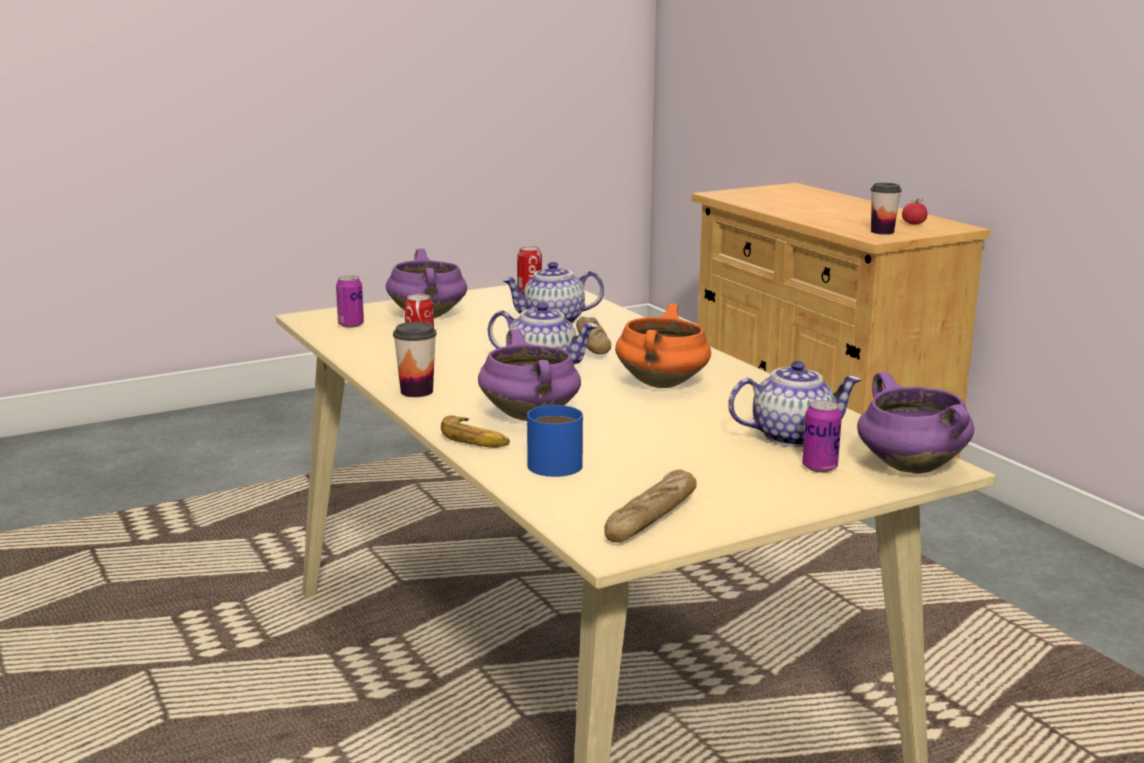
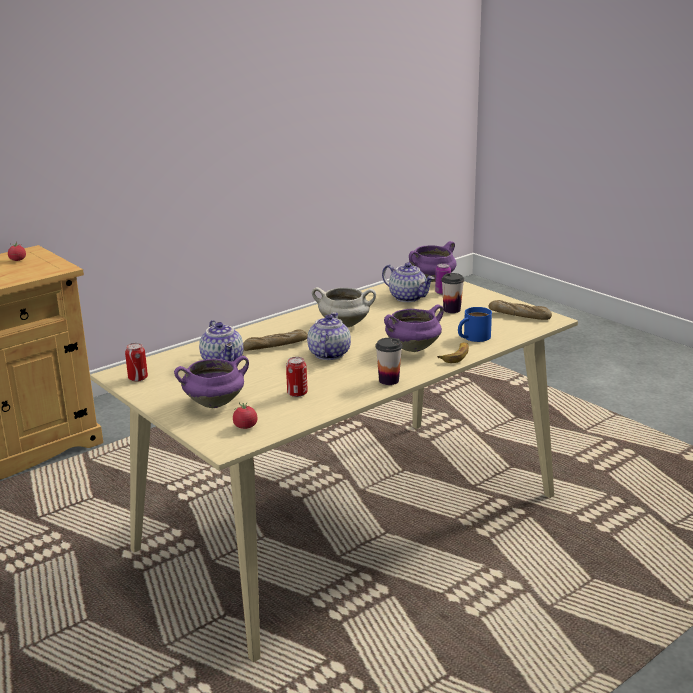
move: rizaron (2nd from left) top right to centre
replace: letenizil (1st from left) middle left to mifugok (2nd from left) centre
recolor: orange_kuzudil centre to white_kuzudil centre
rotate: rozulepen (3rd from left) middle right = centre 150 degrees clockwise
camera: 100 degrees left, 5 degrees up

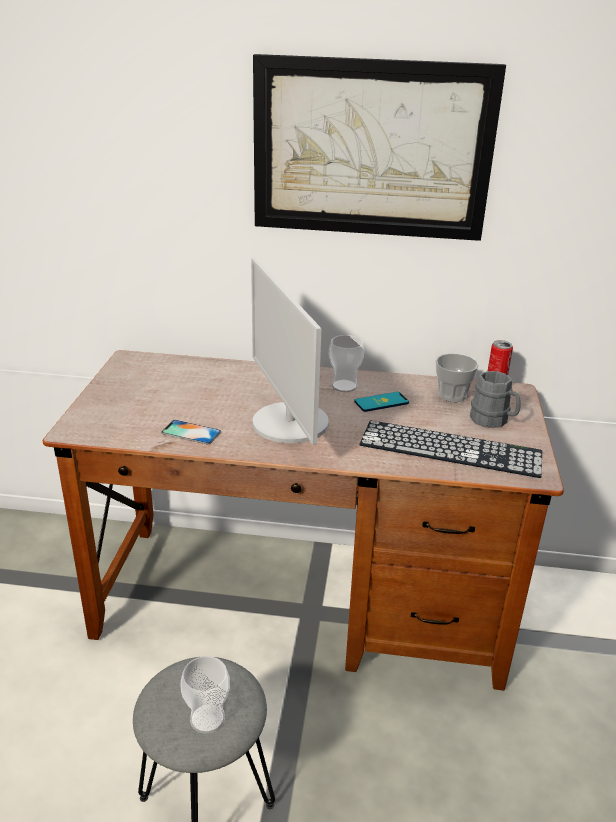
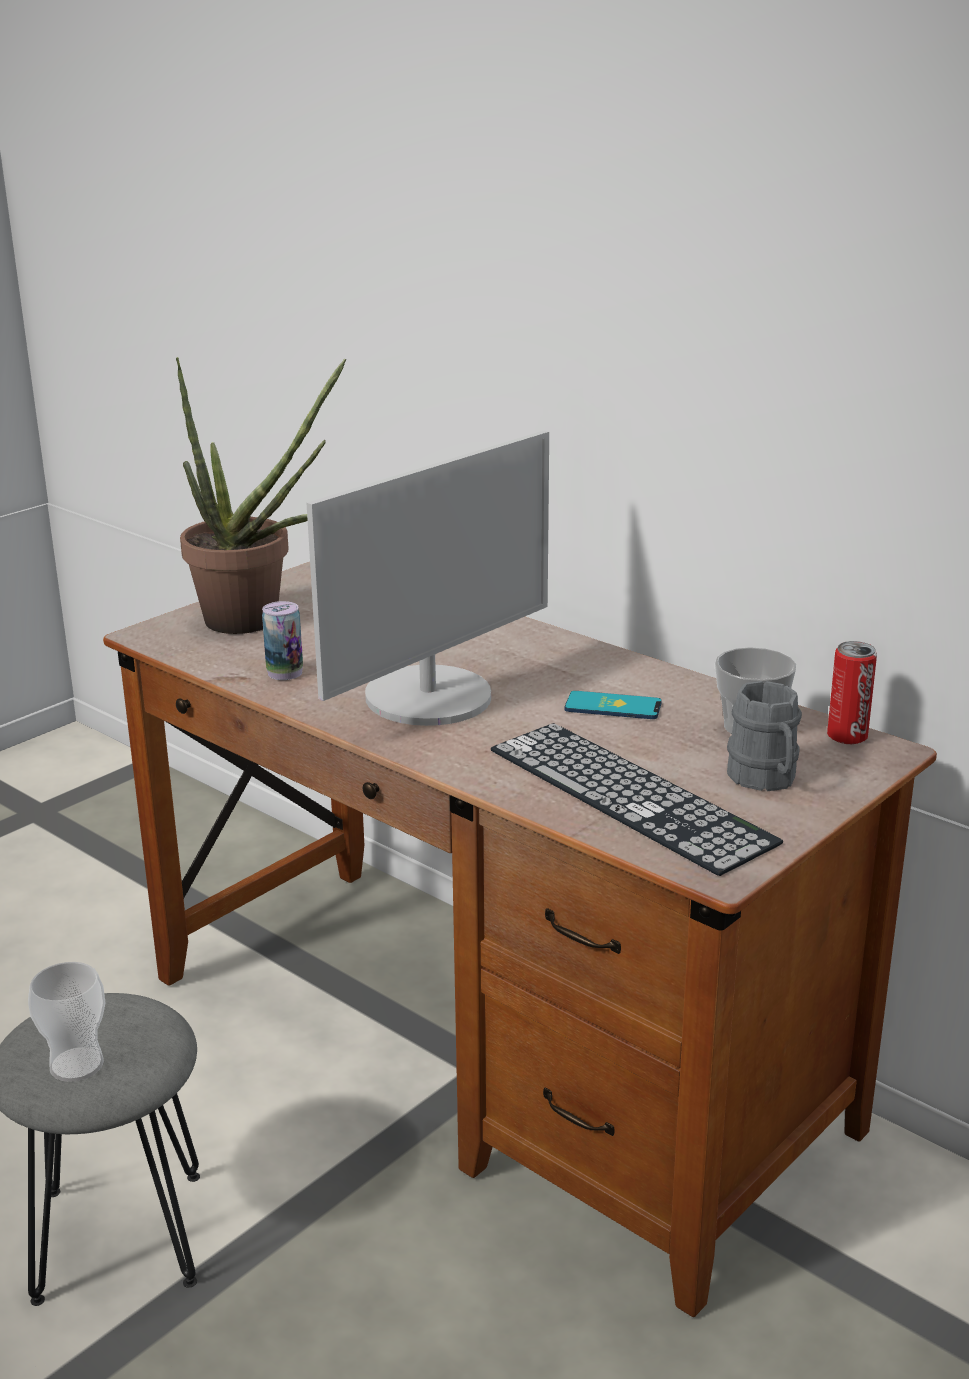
delete: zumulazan top centre; rizaron (2nd from left) centre
insert: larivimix middle left
replace: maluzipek (1st from left) middle left to letenizil (1st from left) middle left
rotate: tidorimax centre = centre 150 degrees counterclockwise
camera: 35 degrees right, 5 degrees down

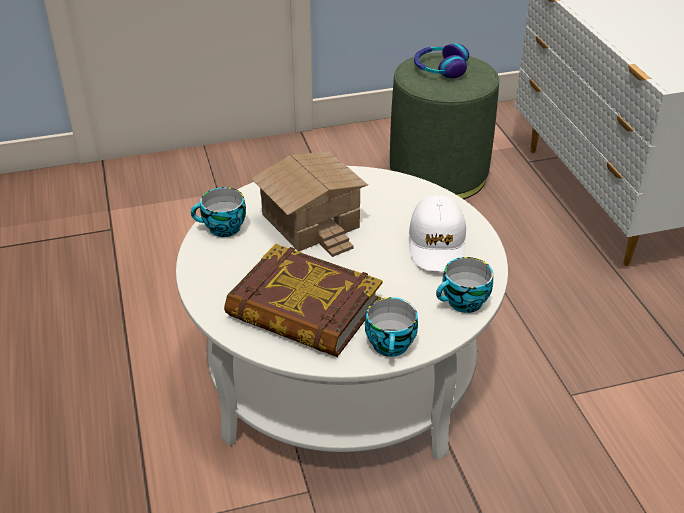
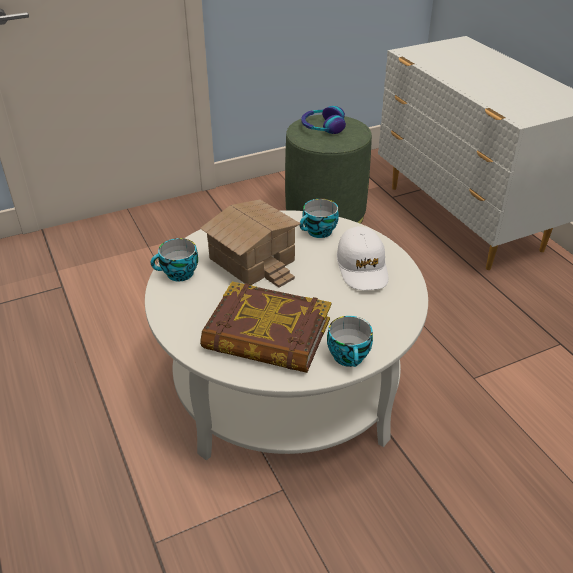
move: rizaron (3rd from left in the first image) middle right to rizaron (2nd from left) centre
camera: 10 degrees left, 0 degrees up

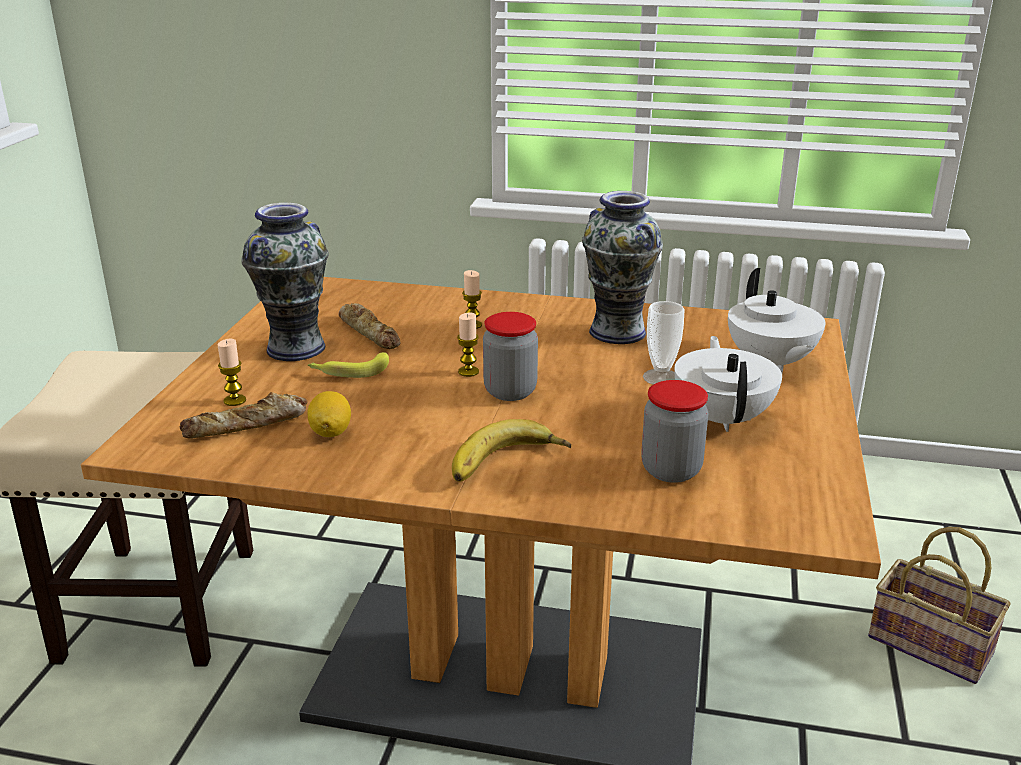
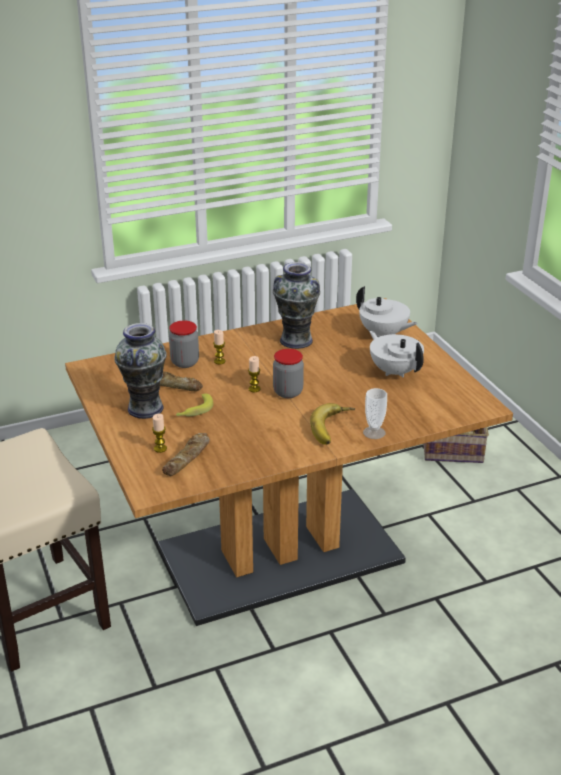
delete: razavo middle left
move: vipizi (2nd from left in the first image) centre to vipizi (1st from left) middle left; rizaron centre to middle right
camera: 35 degrees left, 5 degrees up

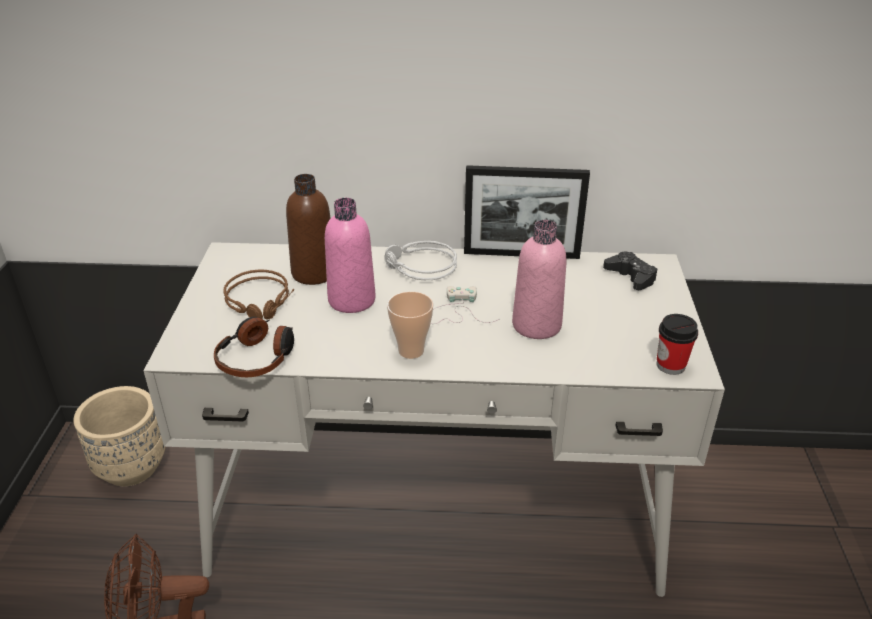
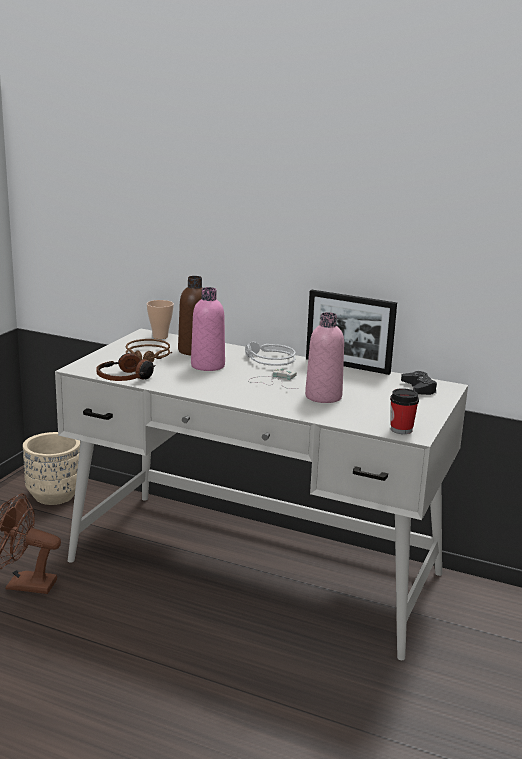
move: rizaron (1st from left) centre to middle left
camera: 20 degrees right, 15 degrees down

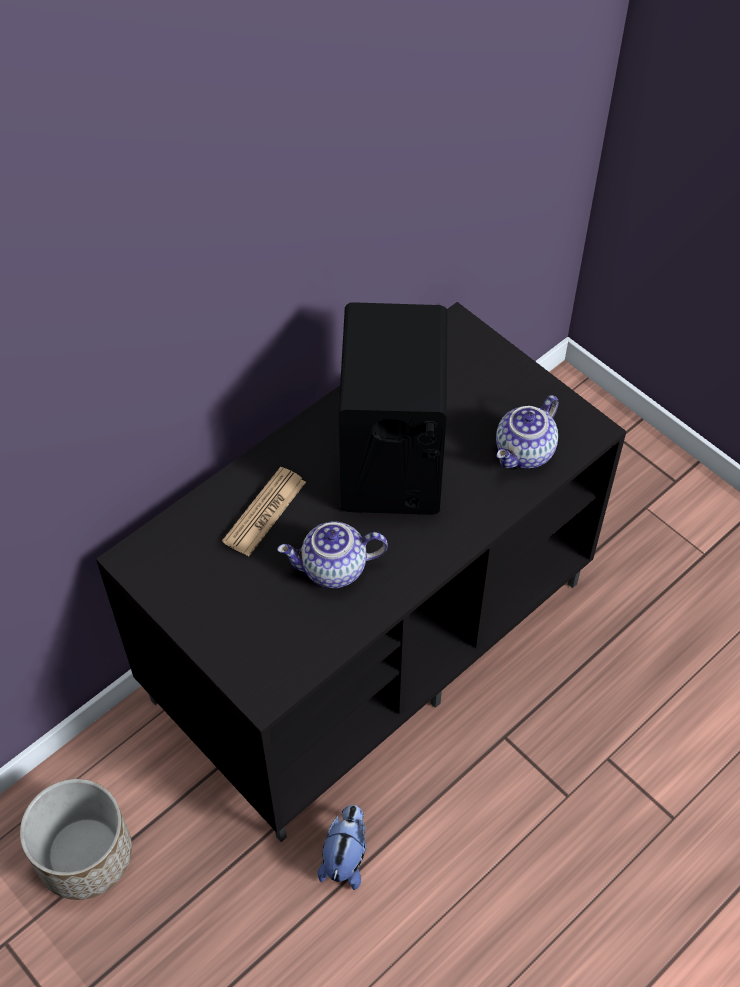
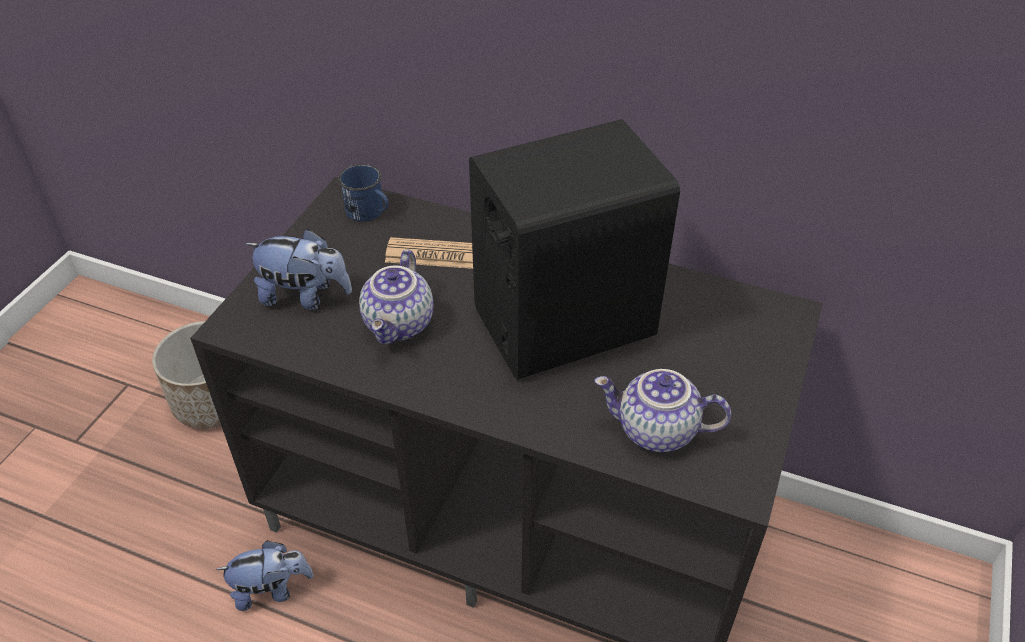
insert: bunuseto (2nd from left) middle left; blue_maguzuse top centre
rotate: rozulepen (1st from left) centre = centre 135 degrees counterclockwise
camera: 65 degrees right, 10 degrees down

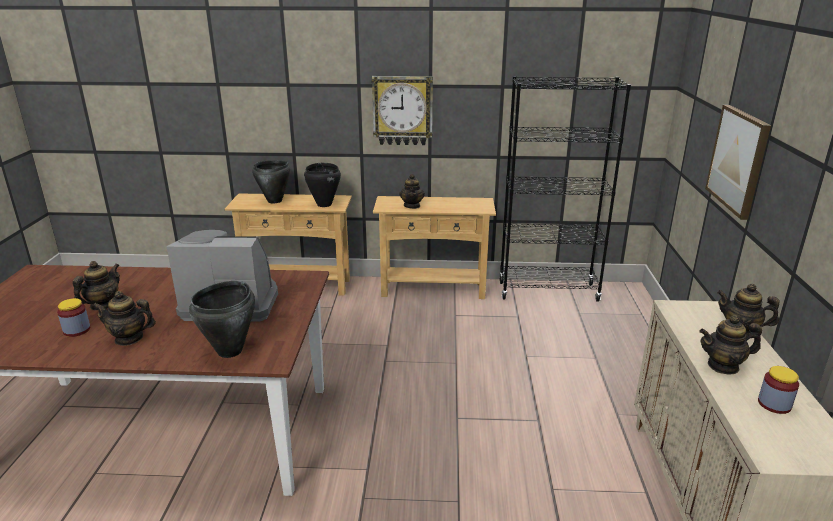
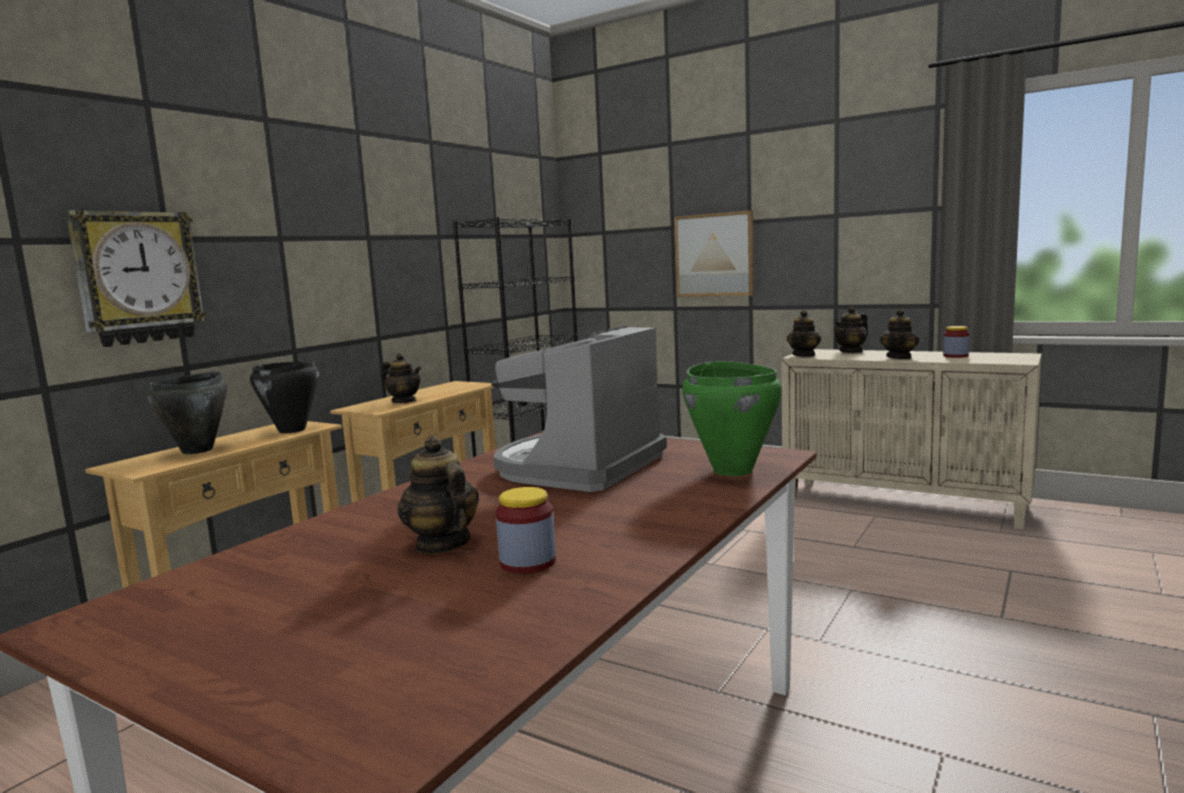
move: rozulepen (2nd from left in the first image) middle left to rozulepen (3rd from left) middle right; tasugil top centre to middle left
recolor: black_kuzudil (1st from left) middle left to green_kuzudil centre
camera: 60 degrees left, 15 degrees down

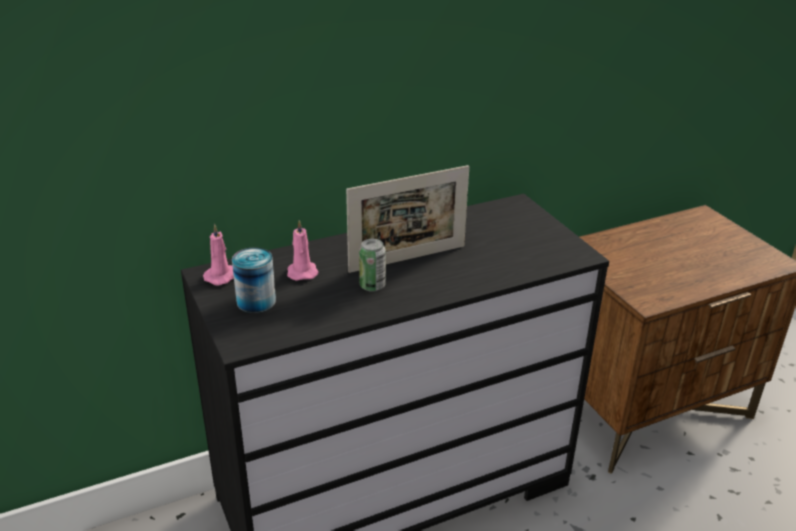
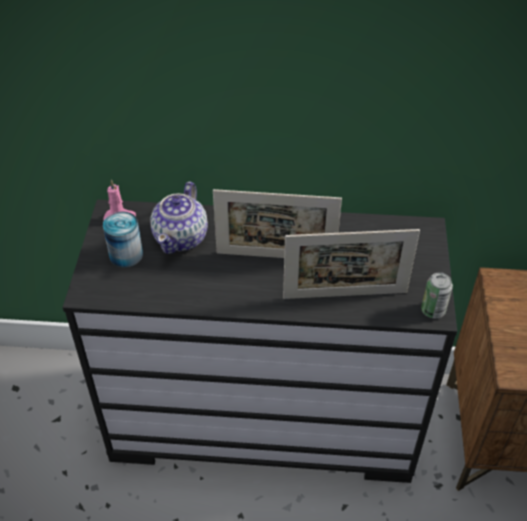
insert: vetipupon (2nd from left) centre
move: letenizil (2nd from left) centre to middle right
replace: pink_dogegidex (2nd from left) centre to rozulepen centre
camera: 30 degrees right, 15 degrees up

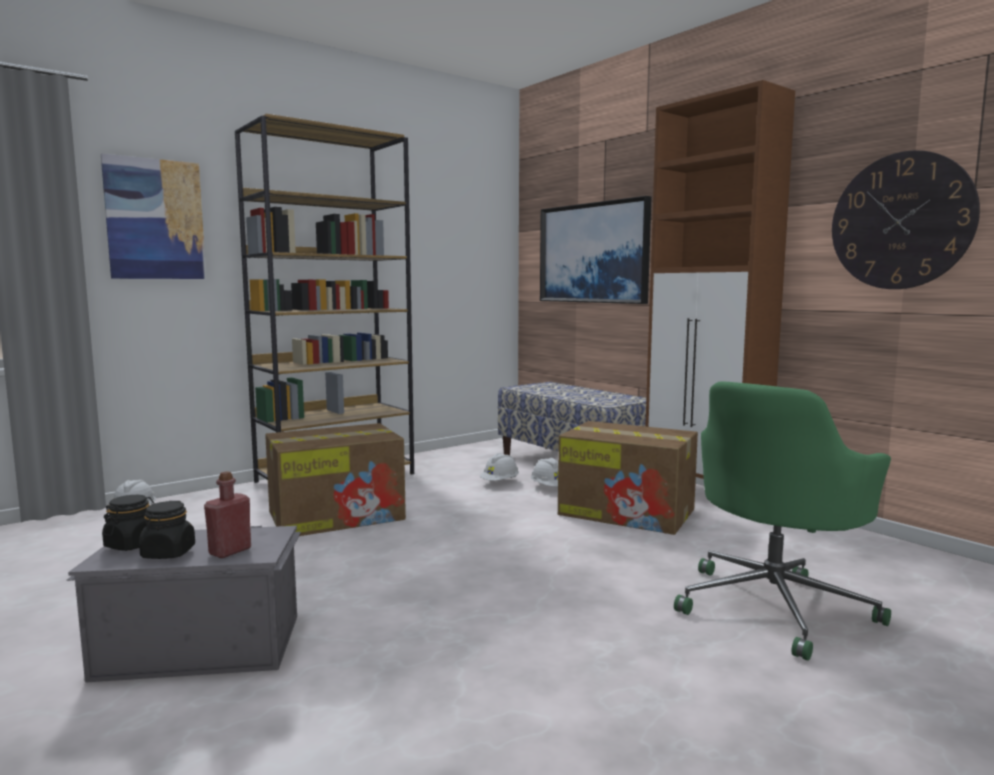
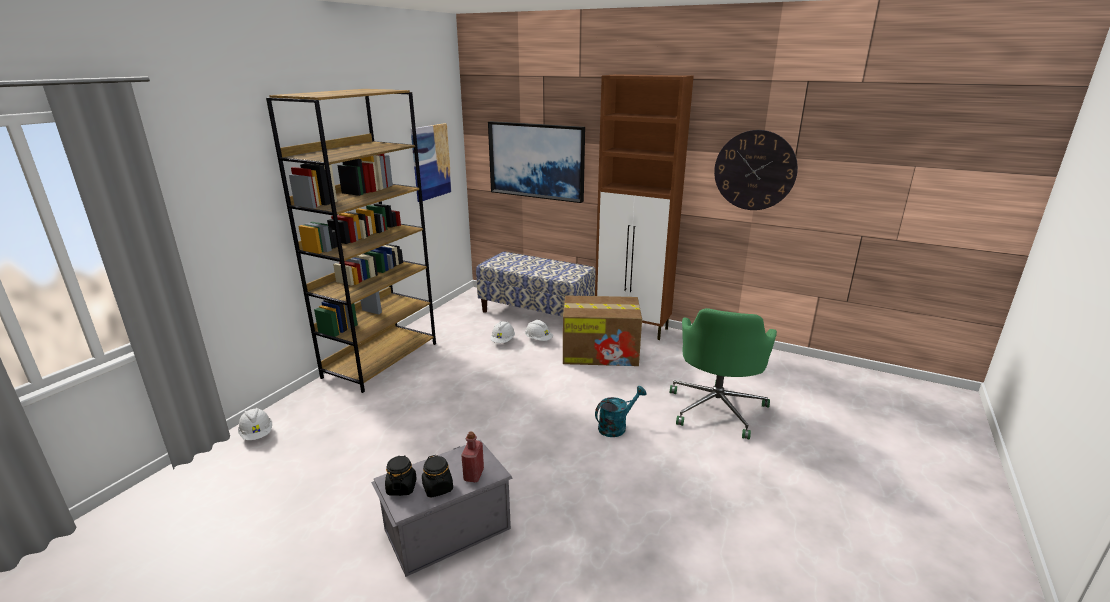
delete: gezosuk (1st from left) centre
insert: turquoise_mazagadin bottom centre
move: zumulazan (1st from left) top left to top centre
camera: 25 degrees left, 15 degrees up

